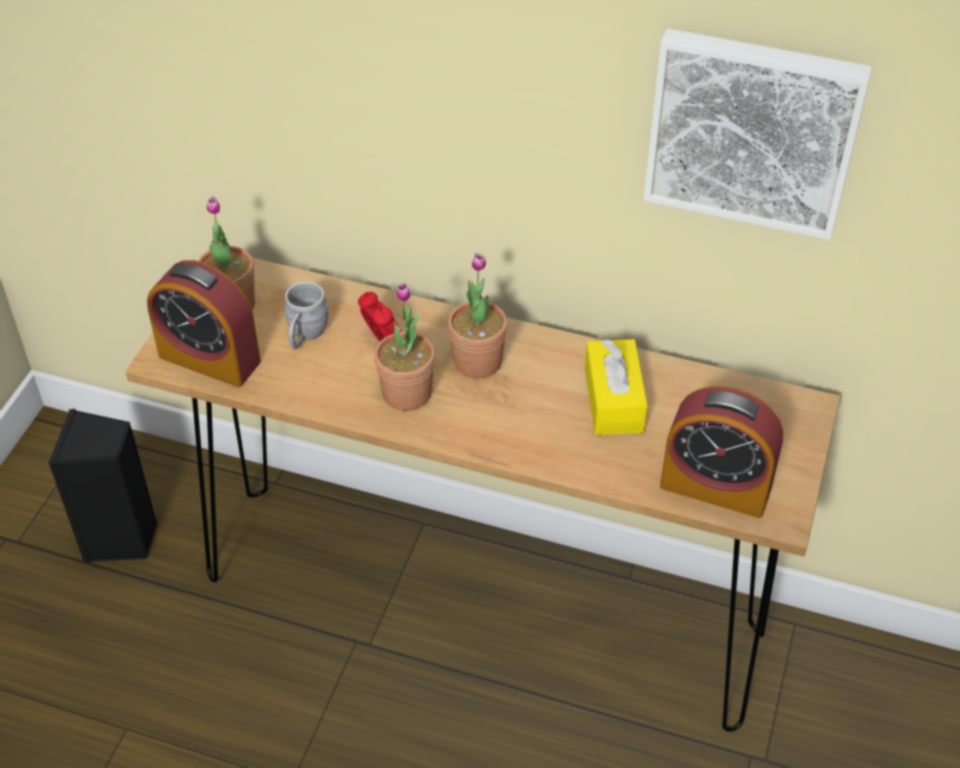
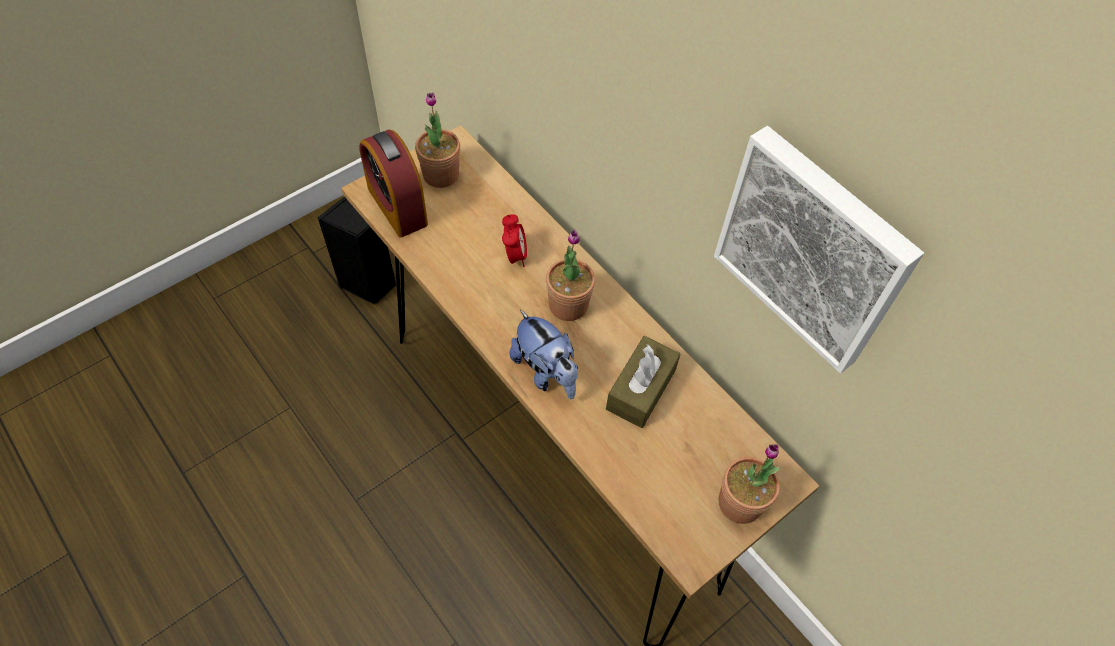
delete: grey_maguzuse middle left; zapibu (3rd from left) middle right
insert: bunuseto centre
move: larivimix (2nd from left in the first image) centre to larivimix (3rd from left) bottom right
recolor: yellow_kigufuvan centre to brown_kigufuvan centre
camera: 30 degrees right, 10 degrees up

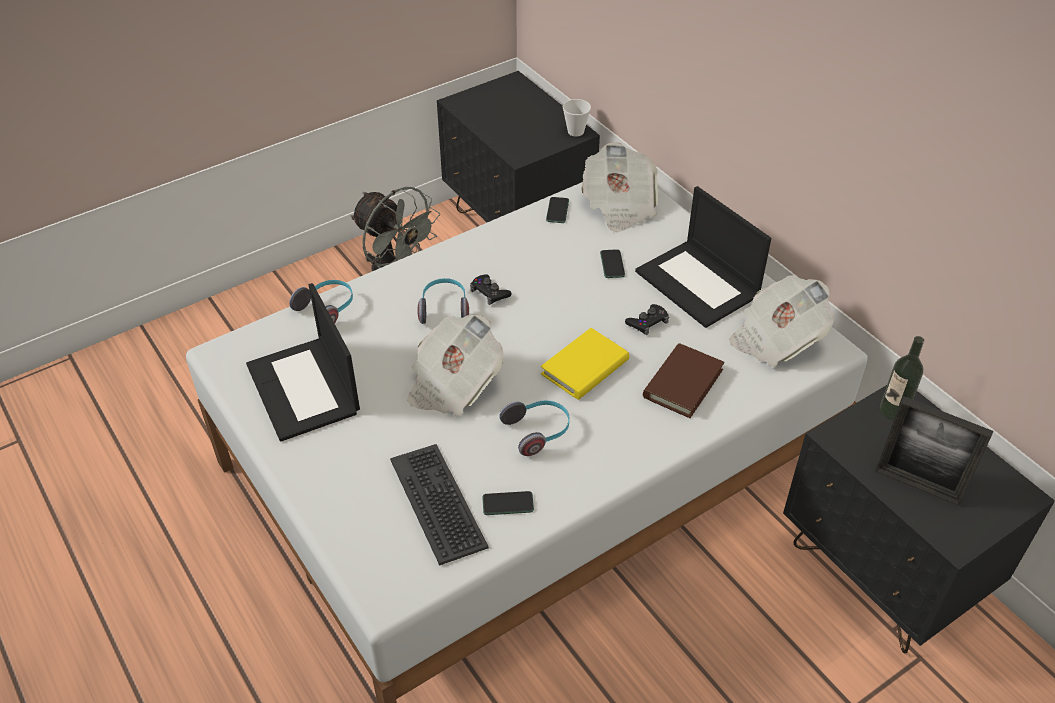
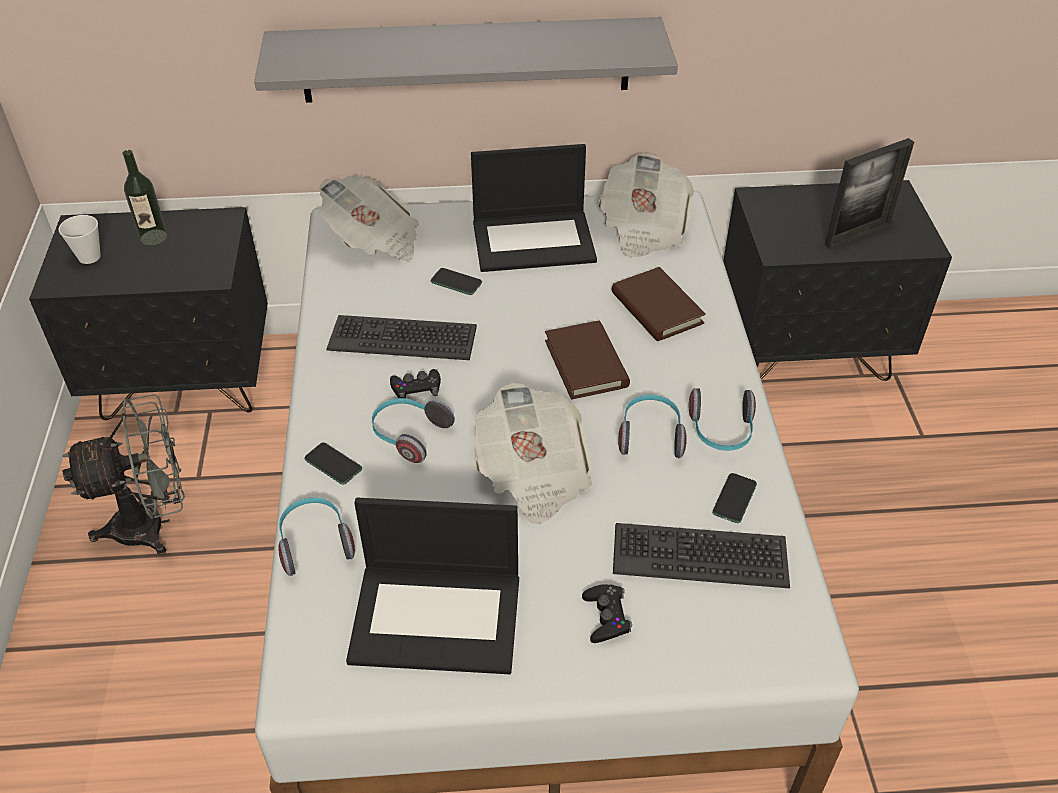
insert: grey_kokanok top centre; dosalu (1st from left) centre; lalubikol (4th from left) middle right
move: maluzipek (2nd from left in the first image) top centre to maluzipek (1st from left) middle left; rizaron top centre to top left; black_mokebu (2nd from left) centre to bottom centre; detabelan middle right to top left
recolor: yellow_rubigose centre to brown_rubigose (1st from left) centre
camera: 60 degrees left, 0 degrees up

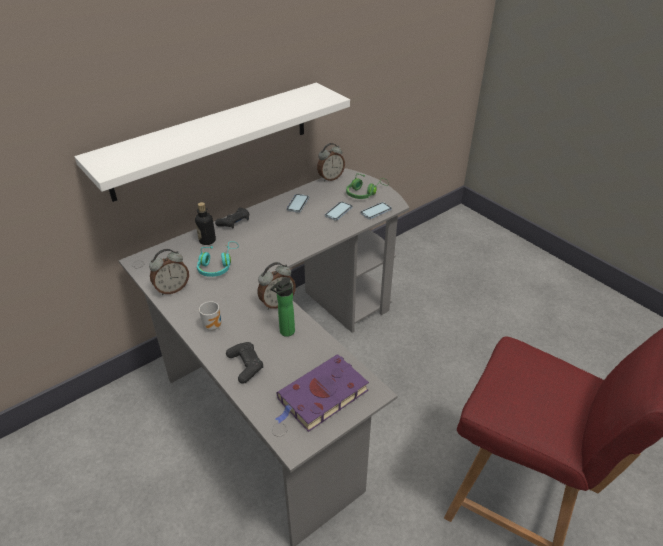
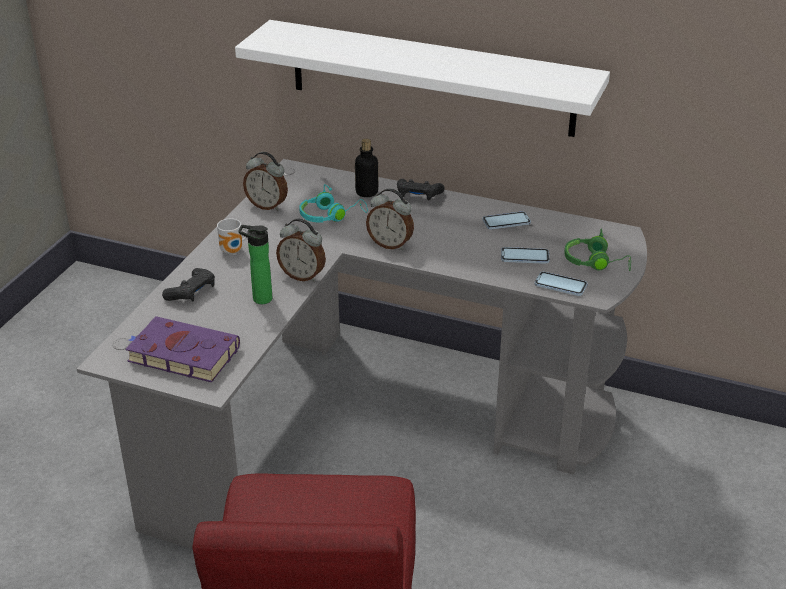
move: zapibu (3rd from left) top centre to centre
camera: 60 degrees right, 5 degrees down

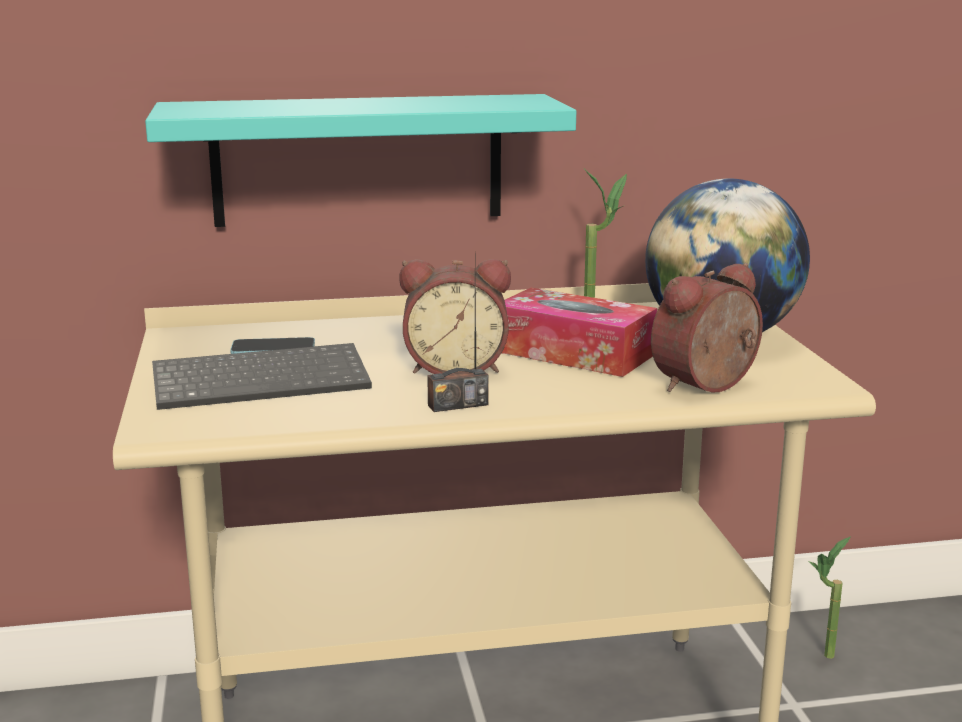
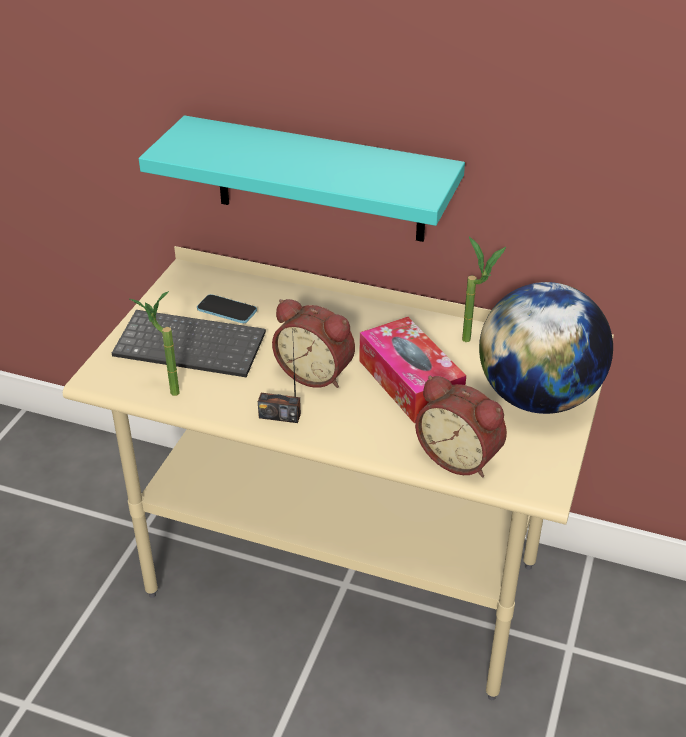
move: larivimix (2nd from left in the first image) bottom right to larivimix (1st from left) middle left
rotate: zapibu (2nd from left) middle right = middle right 135 degrees counterclockwise
camera: 30 degrees right, 20 degrees up

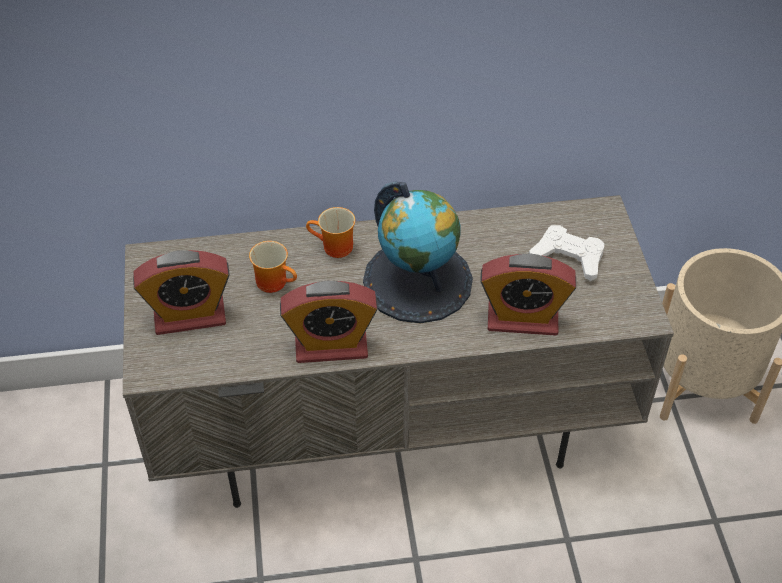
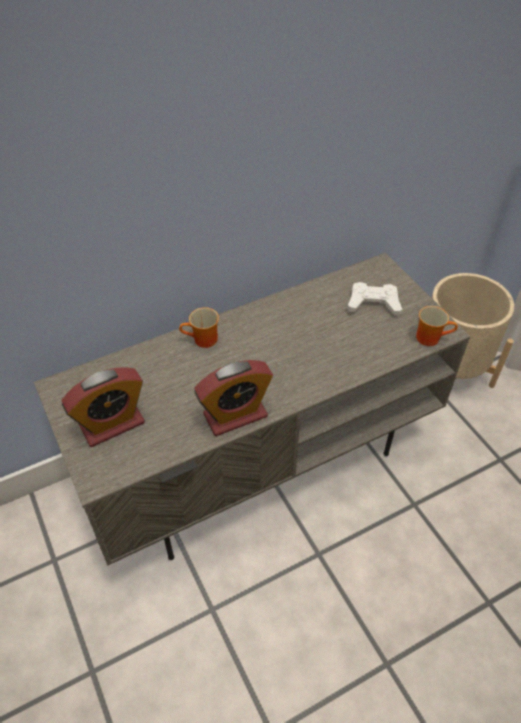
delete: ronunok centre; zapibu (3rd from left) middle right
move: maguzuse (1st from left in the first image) centre to maguzuse (2nd from left) middle right
camera: 20 degrees left, 0 degrees up

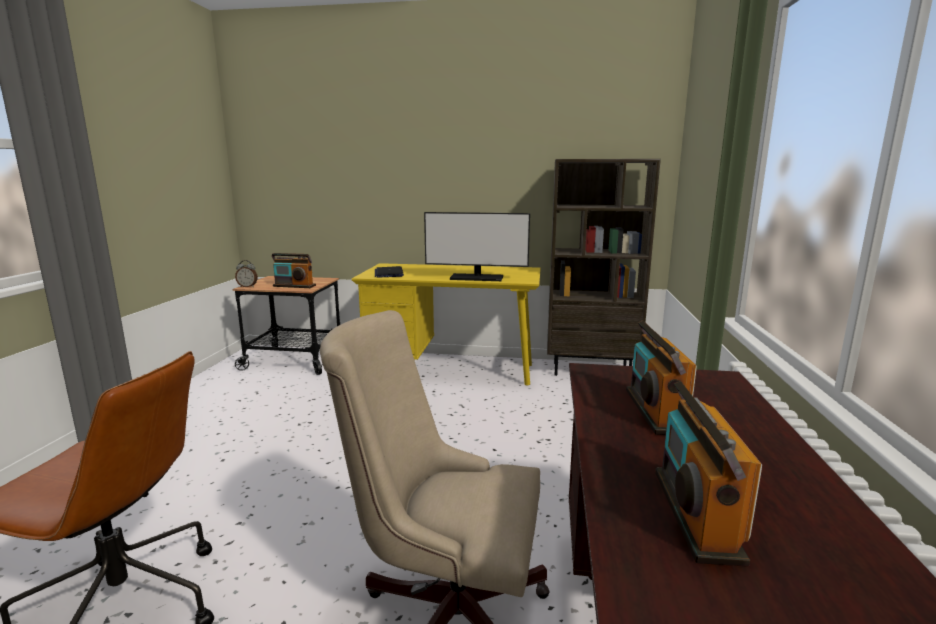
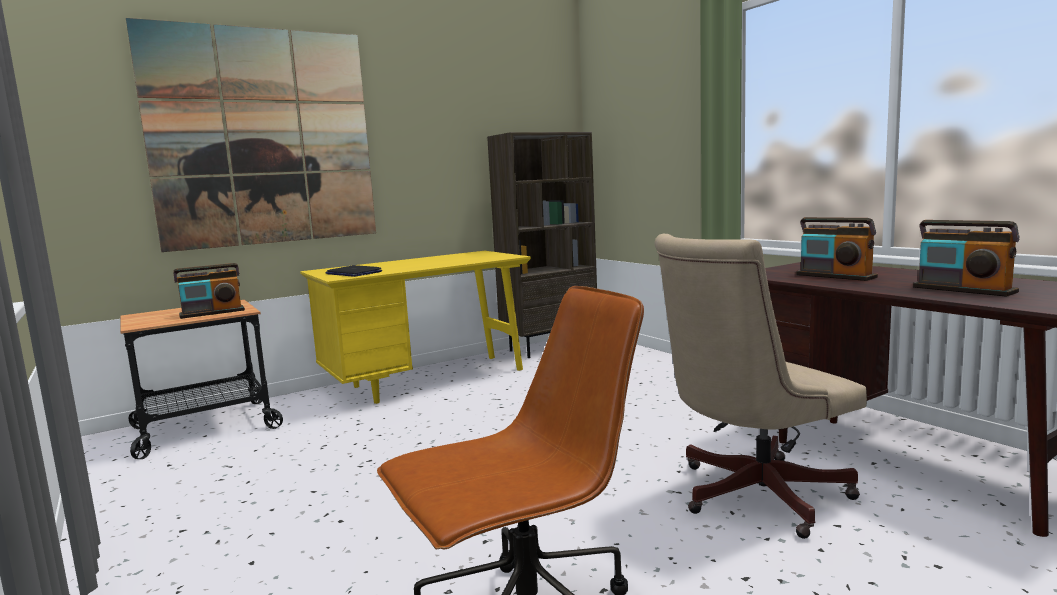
delete: zapibu middle left; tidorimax centre
insert: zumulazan top left
camera: 40 degrees left, 5 degrees down

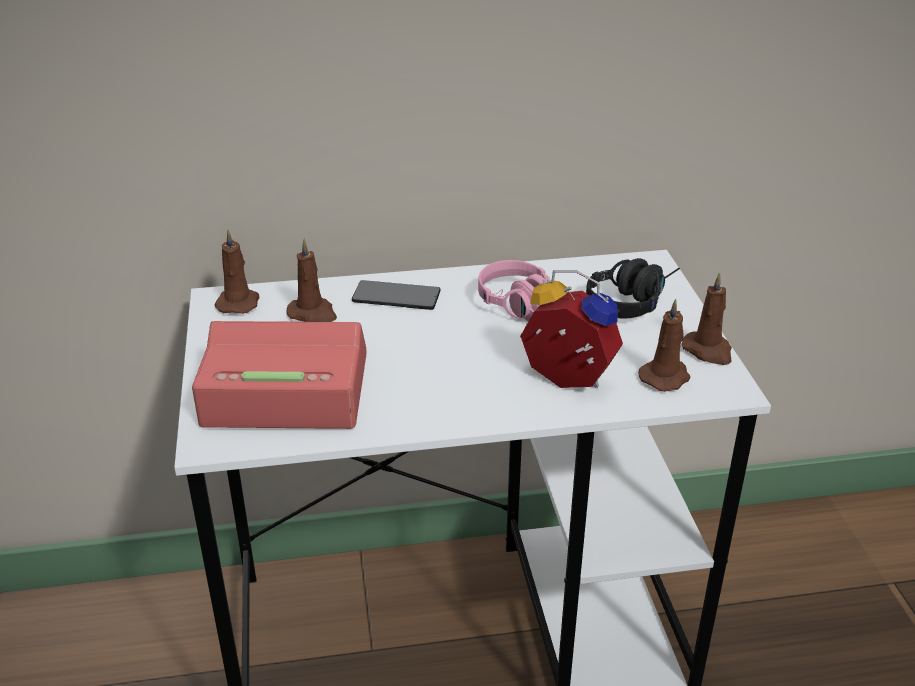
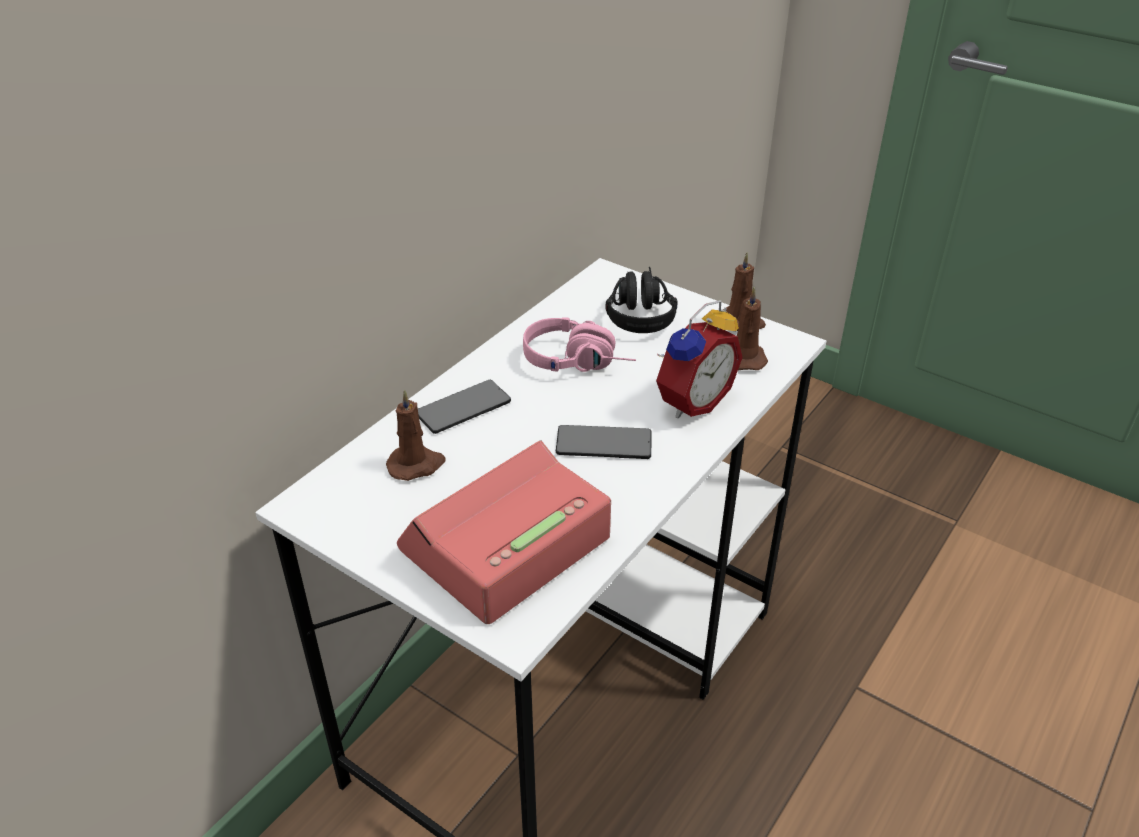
delete: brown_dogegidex (1st from left) middle left
insert: maluzipek (2nd from left) centre
rotate: zapibu (2nd from left) centre = centre 150 degrees clockwise
camera: 45 degrees left, 5 degrees up

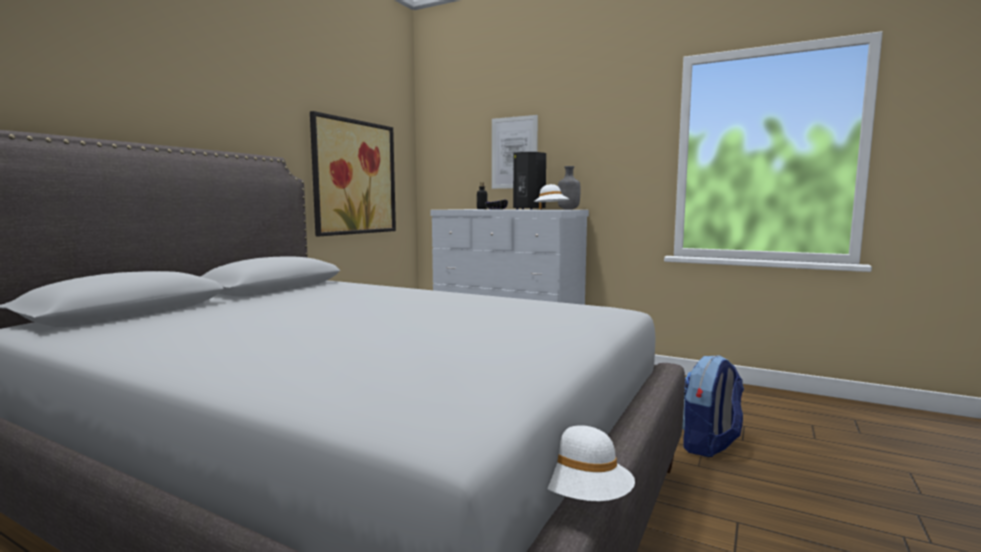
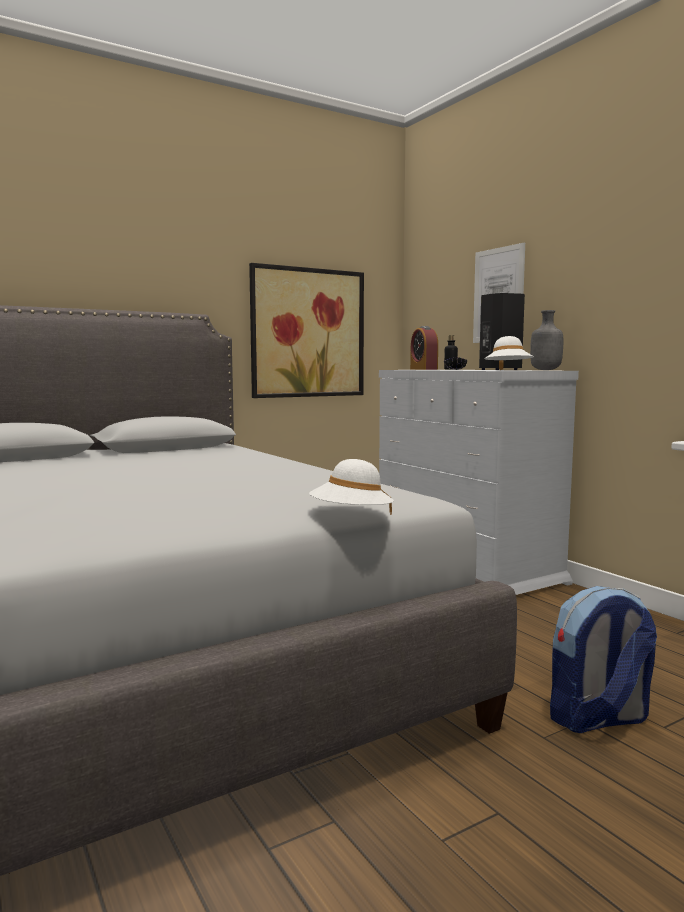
insert: zapibu centre
move: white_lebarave (2nd from left in the first image) bottom centre to white_lebarave (1st from left) centre
camera: 30 degrees right, 0 degrees up

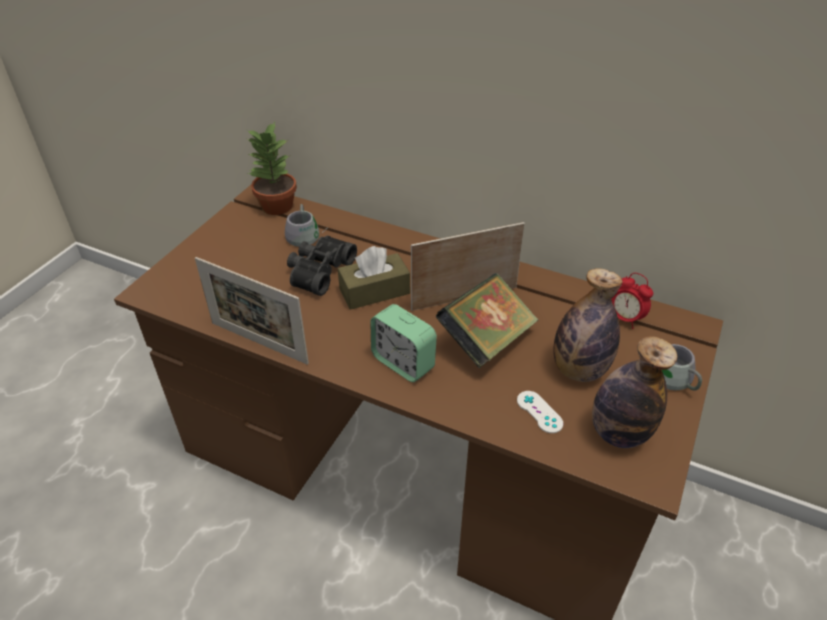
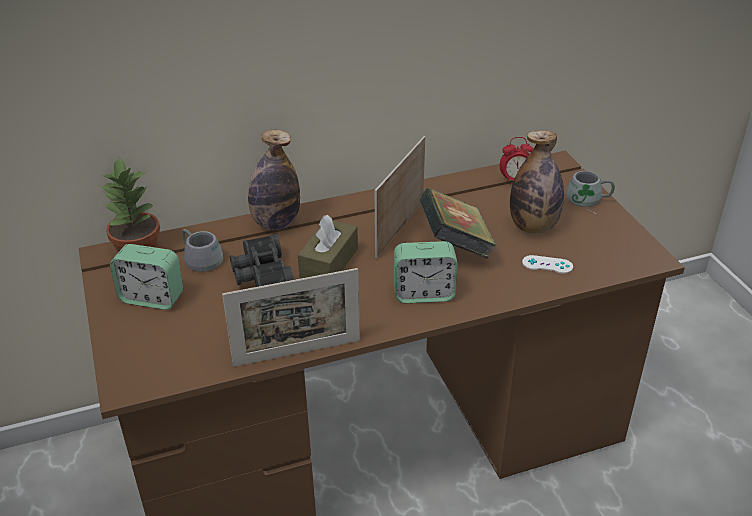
insert: zapibu (1st from left) middle left
move: detabelan (2nd from left in the first image) middle right to detabelan (1st from left) centre
camera: 45 degrees left, 5 degrees down

